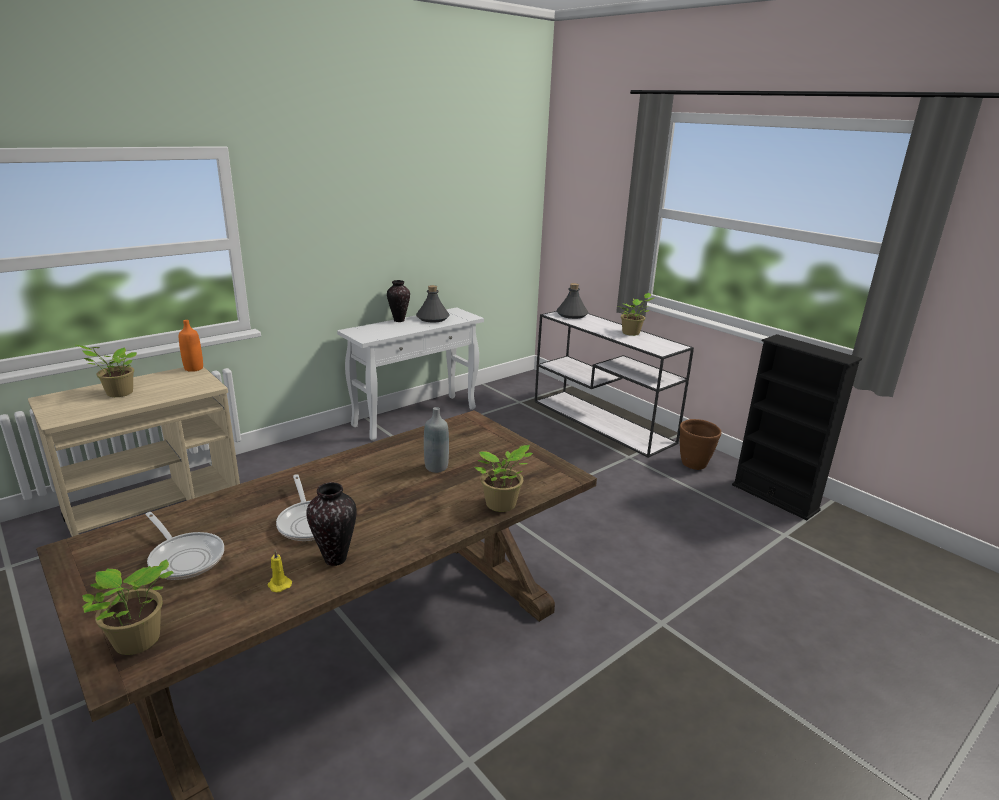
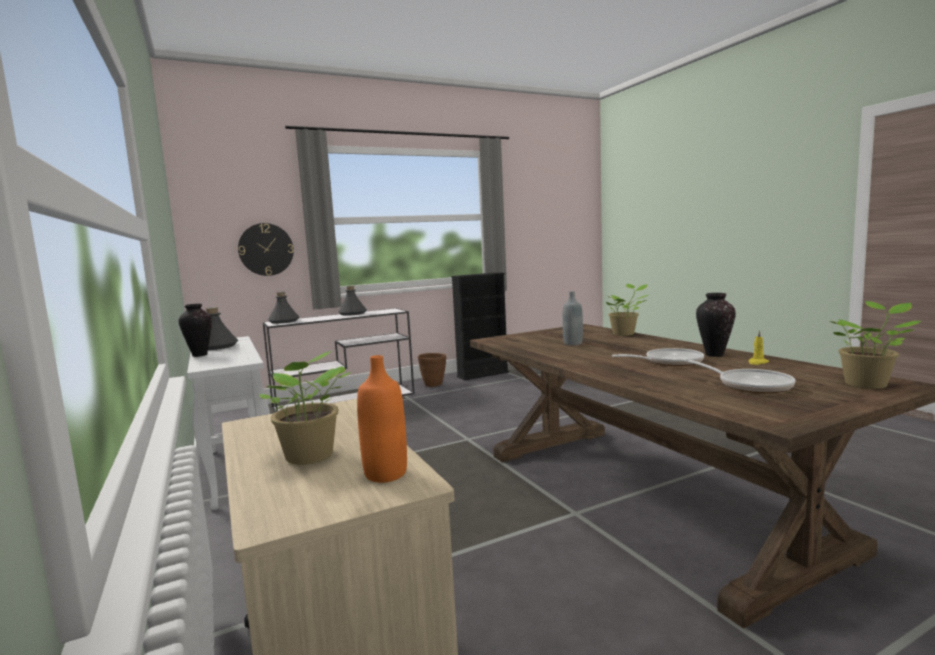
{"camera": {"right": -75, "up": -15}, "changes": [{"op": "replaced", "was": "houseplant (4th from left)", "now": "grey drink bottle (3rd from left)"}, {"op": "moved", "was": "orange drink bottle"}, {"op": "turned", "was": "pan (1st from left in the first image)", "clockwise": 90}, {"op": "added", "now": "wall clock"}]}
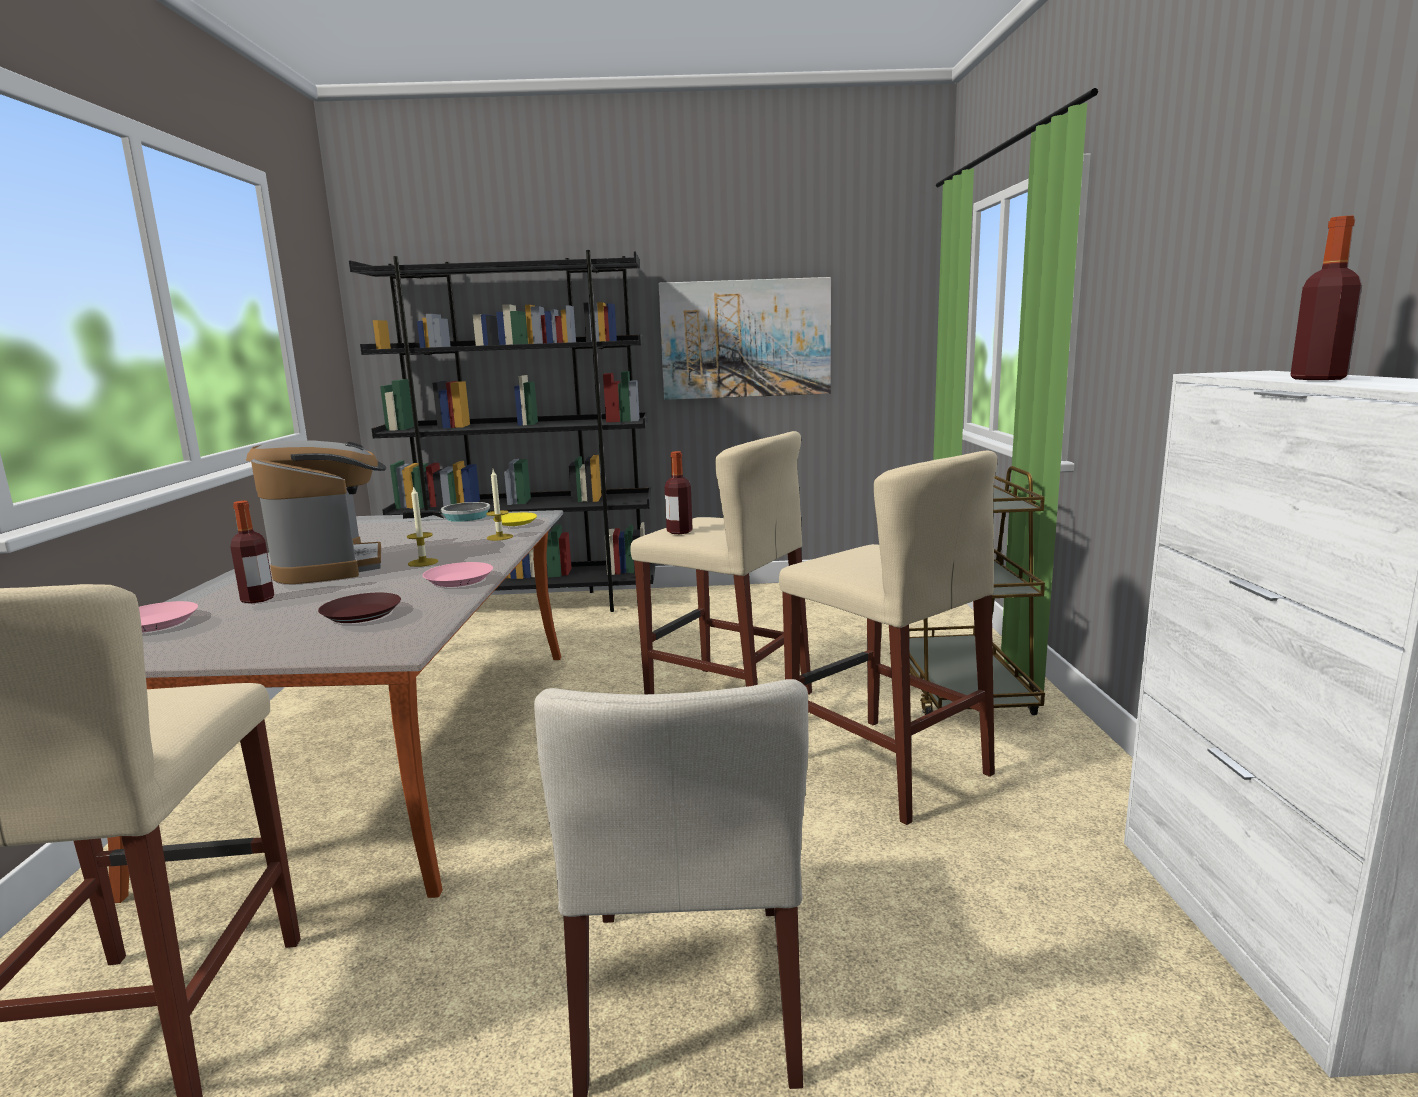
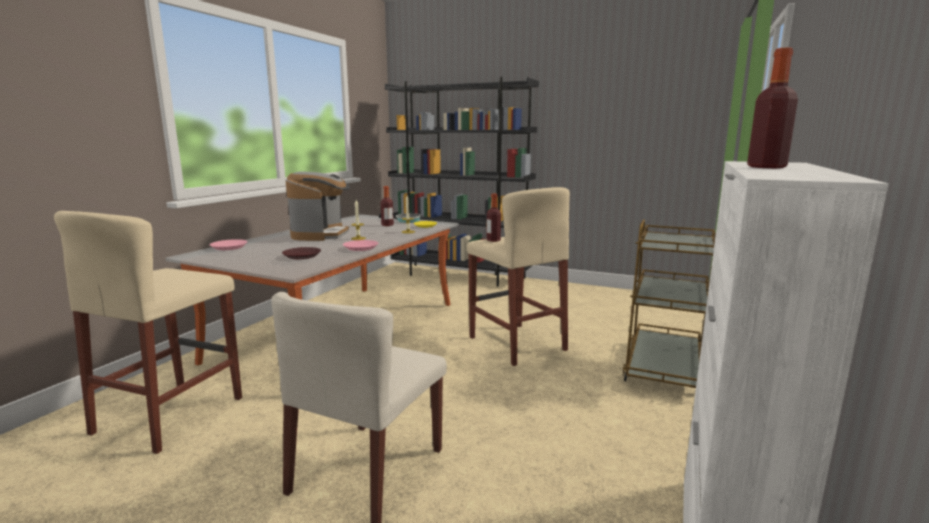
{"camera": {"right": 25, "up": 0}, "changes": [{"op": "removed", "was": "wall picture"}, {"op": "removed", "was": "sand-coloured stool (3rd from left)"}, {"op": "moved", "was": "drink bottle (1st from left)"}]}
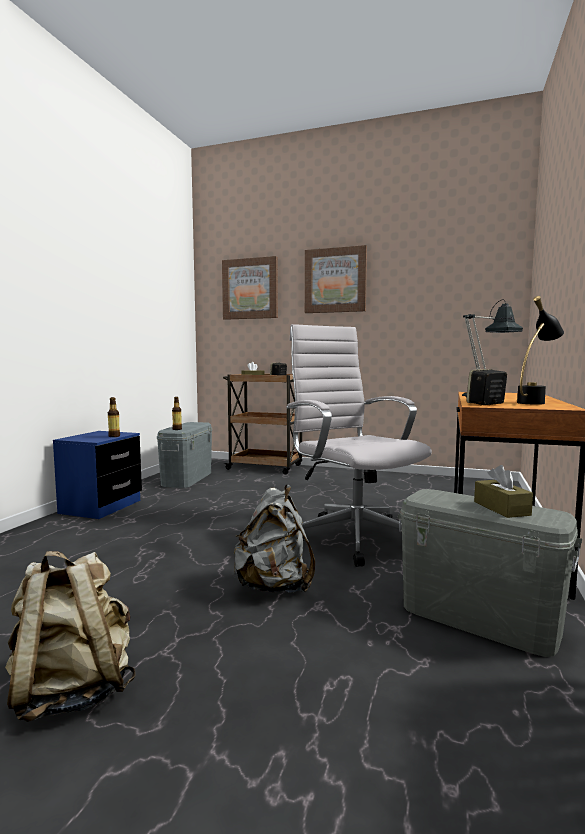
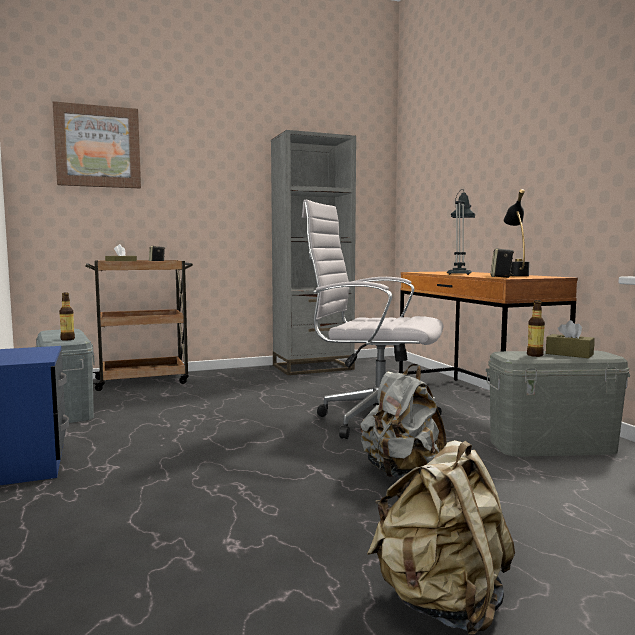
{"camera": {"right": -40, "up": 0}, "changes": [{"op": "removed", "was": "wall picture (2nd from left)"}, {"op": "moved", "was": "drink bottle (1st from left in the first image)", "now": "drink bottle (2nd from left)"}, {"op": "added", "now": "grey bookcase"}]}
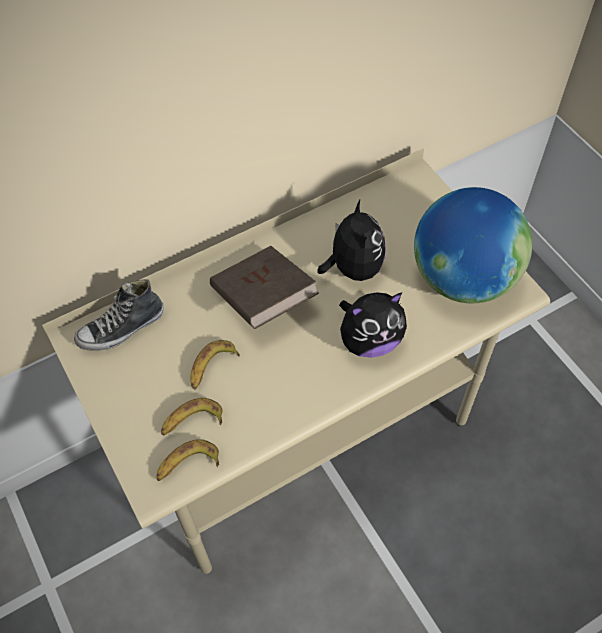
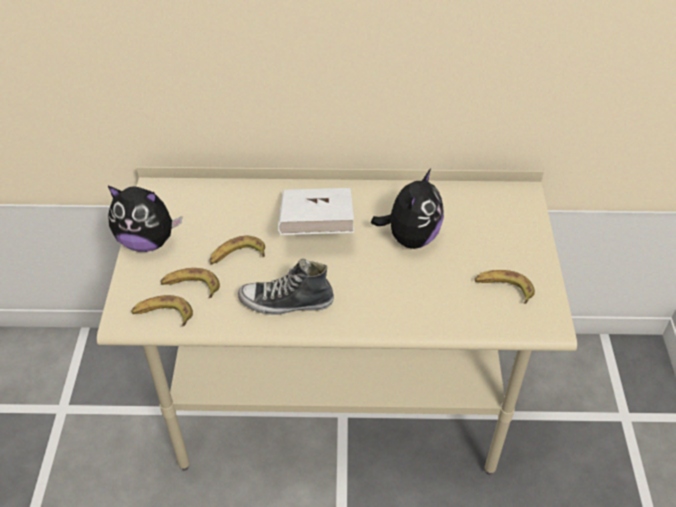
{"camera": {"right": 30, "up": -10}, "changes": [{"op": "replaced", "was": "desk globe", "now": "whole banana (4th from left)"}, {"op": "recoloured", "was": "brown book", "now": "white-coloured book"}, {"op": "moved", "was": "item of footwear"}, {"op": "moved", "was": "cuddly toy (2nd from left in the first image)", "now": "cuddly toy (1st from left)"}]}
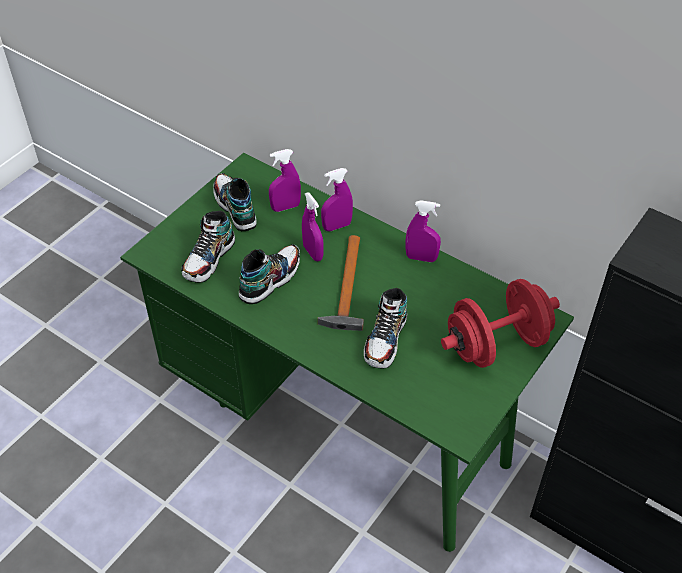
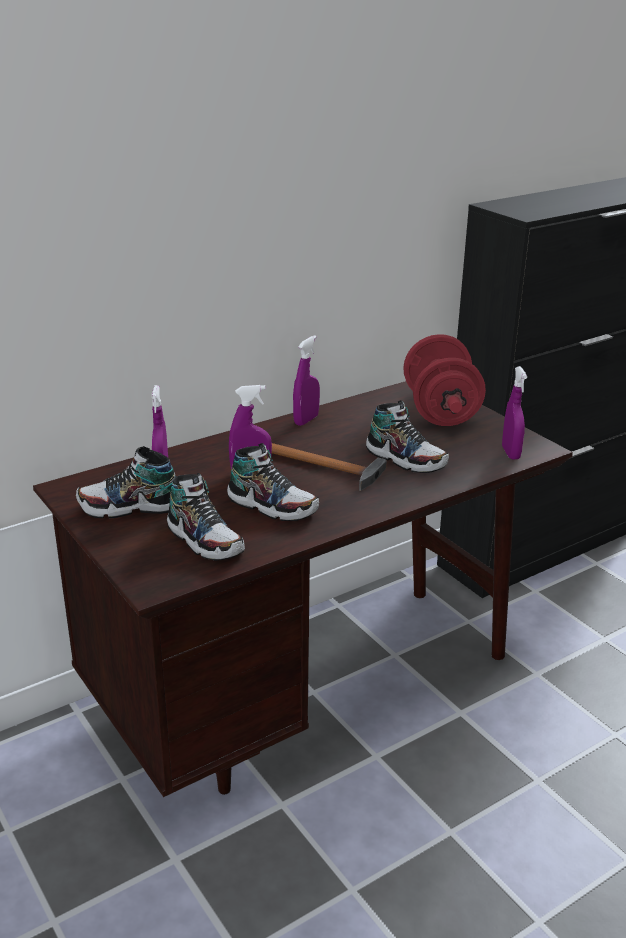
{"camera": {"right": -70, "up": -20}, "changes": [{"op": "recoloured", "was": "greenish desk", "now": "brown desk"}, {"op": "moved", "was": "purple sprayer (3rd from left in the first image)", "now": "purple sprayer (4th from left)"}, {"op": "turned", "was": "item of footwear (3rd from left)", "clockwise": 150}]}
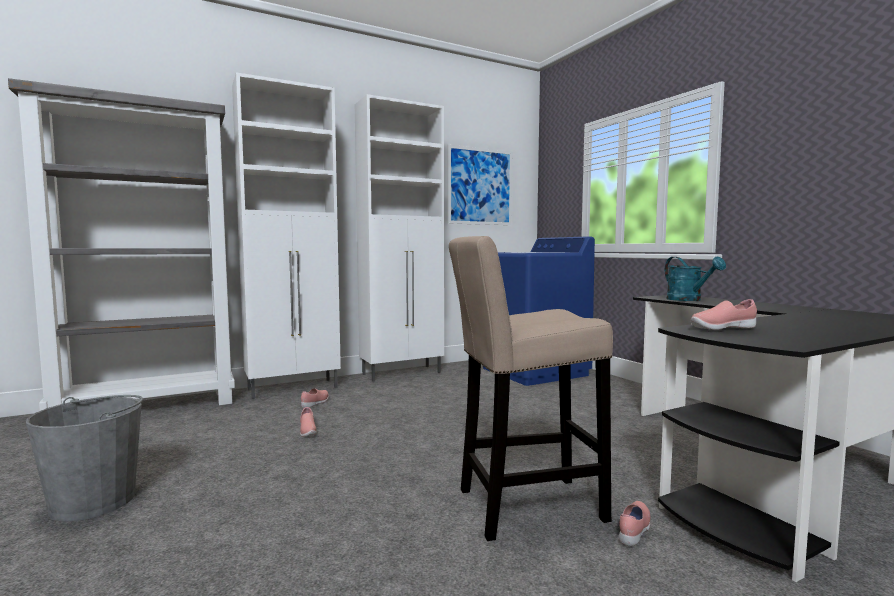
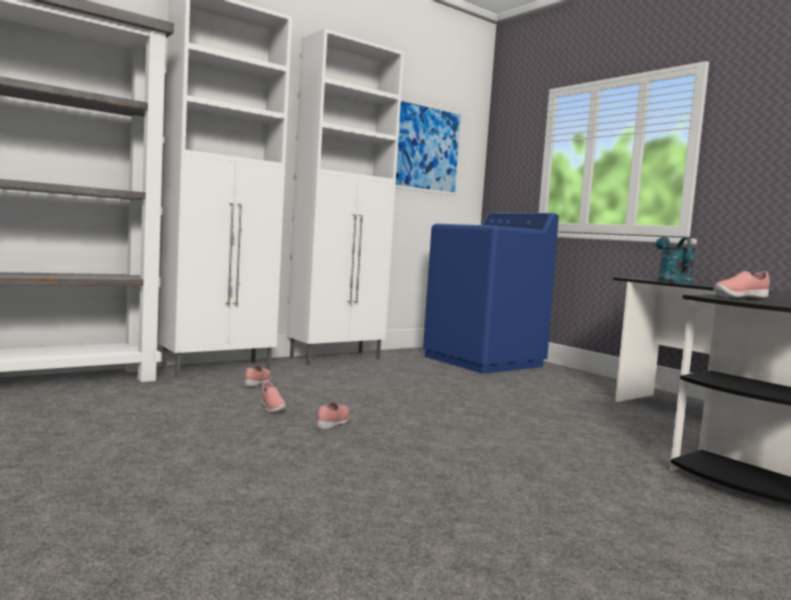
{"camera": {"right": -10, "up": 0}, "changes": [{"op": "removed", "was": "sand-coloured stool"}, {"op": "turned", "was": "blue-green sprinkling can", "clockwise": -150}, {"op": "removed", "was": "grey bucket"}, {"op": "moved", "was": "pink item of footwear (3rd from left)"}]}
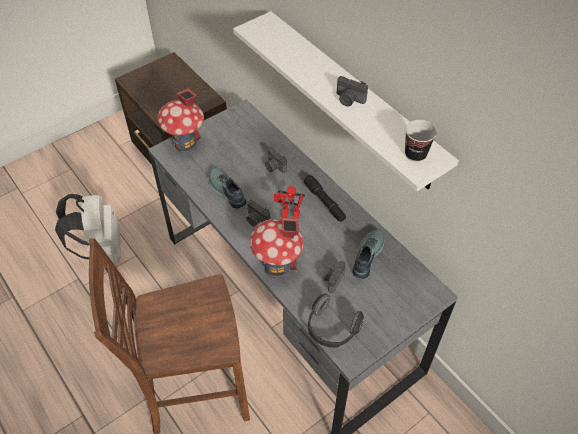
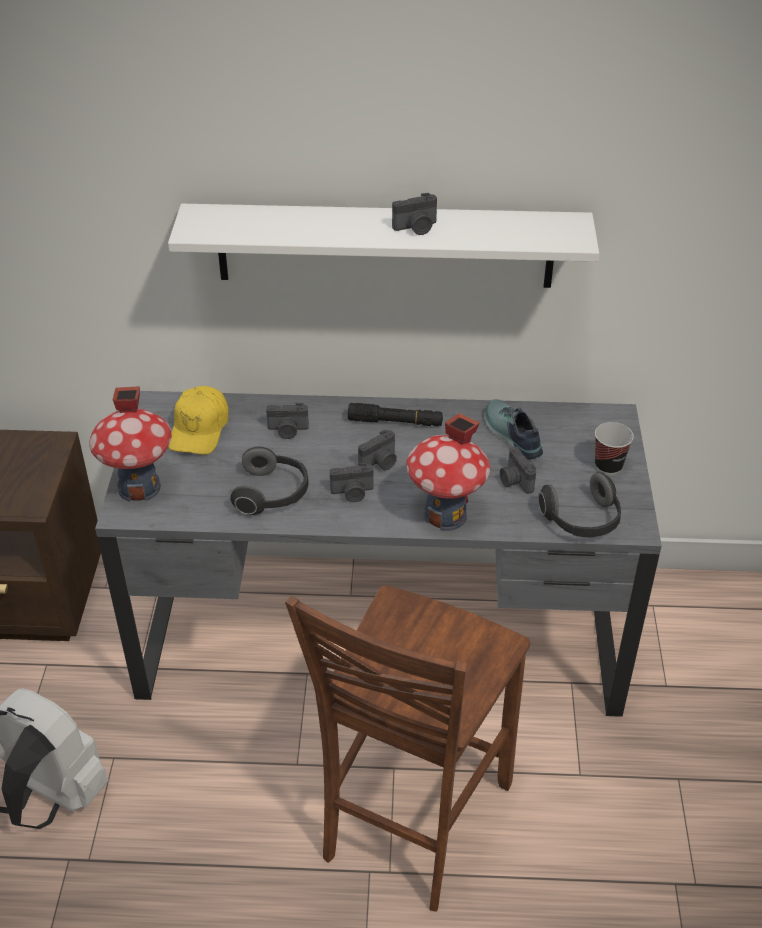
{"camera": {"right": -50, "up": -10}, "changes": [{"op": "moved", "was": "small cup"}, {"op": "replaced", "was": "item of footwear (1st from left)", "now": "headset (1st from left)"}, {"op": "replaced", "was": "toy robot", "now": "still camera (3rd from left)"}, {"op": "added", "now": "yellow peaked cap"}]}
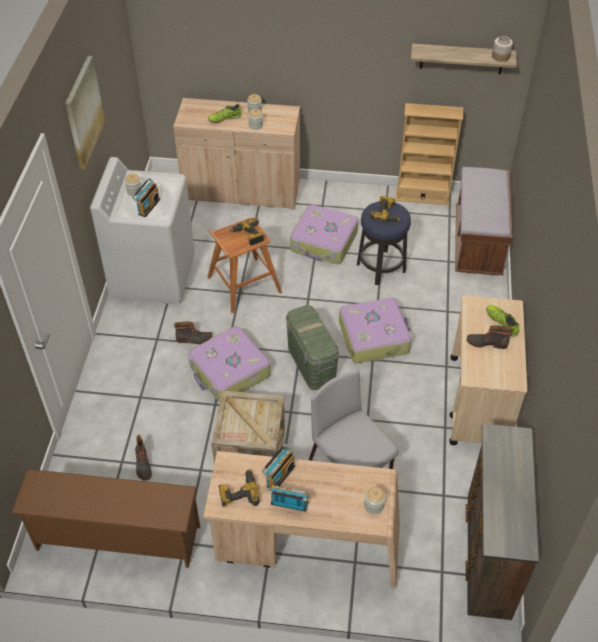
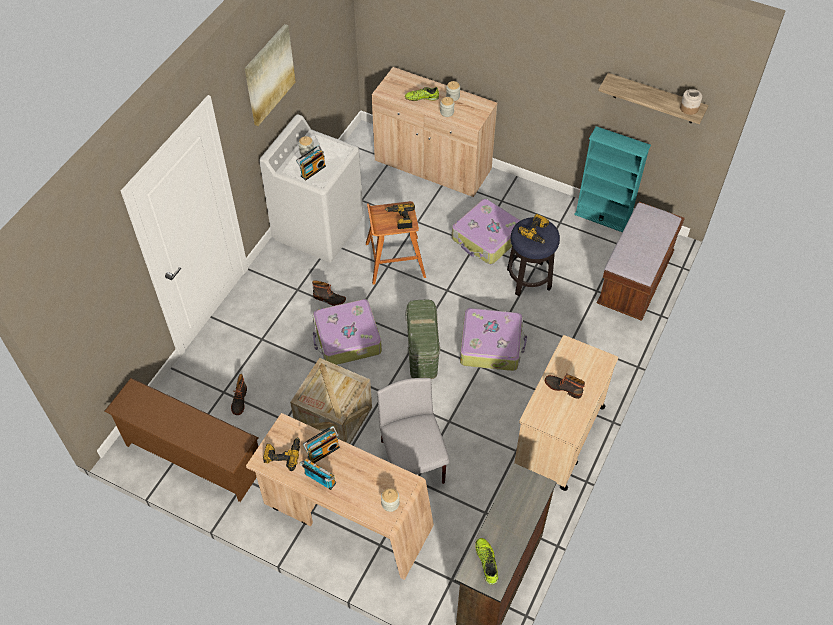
{"camera": {"right": 20, "up": 5}, "changes": [{"op": "recoloured", "was": "sand-coloured bookcase", "now": "blue-green bookcase"}, {"op": "moved", "was": "item of footwear (2nd from left)"}]}
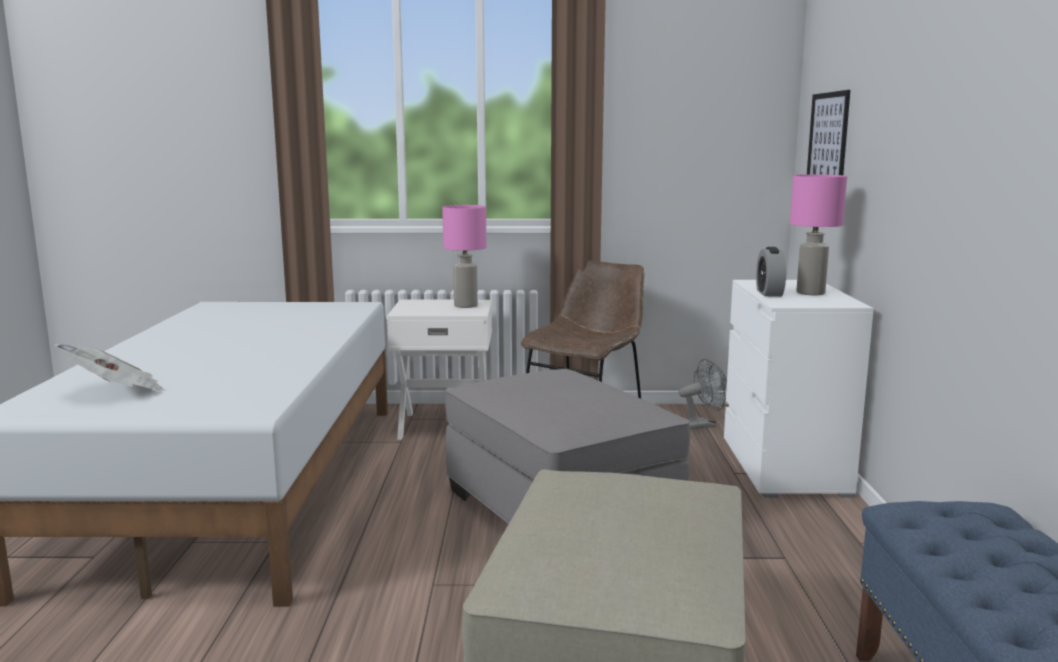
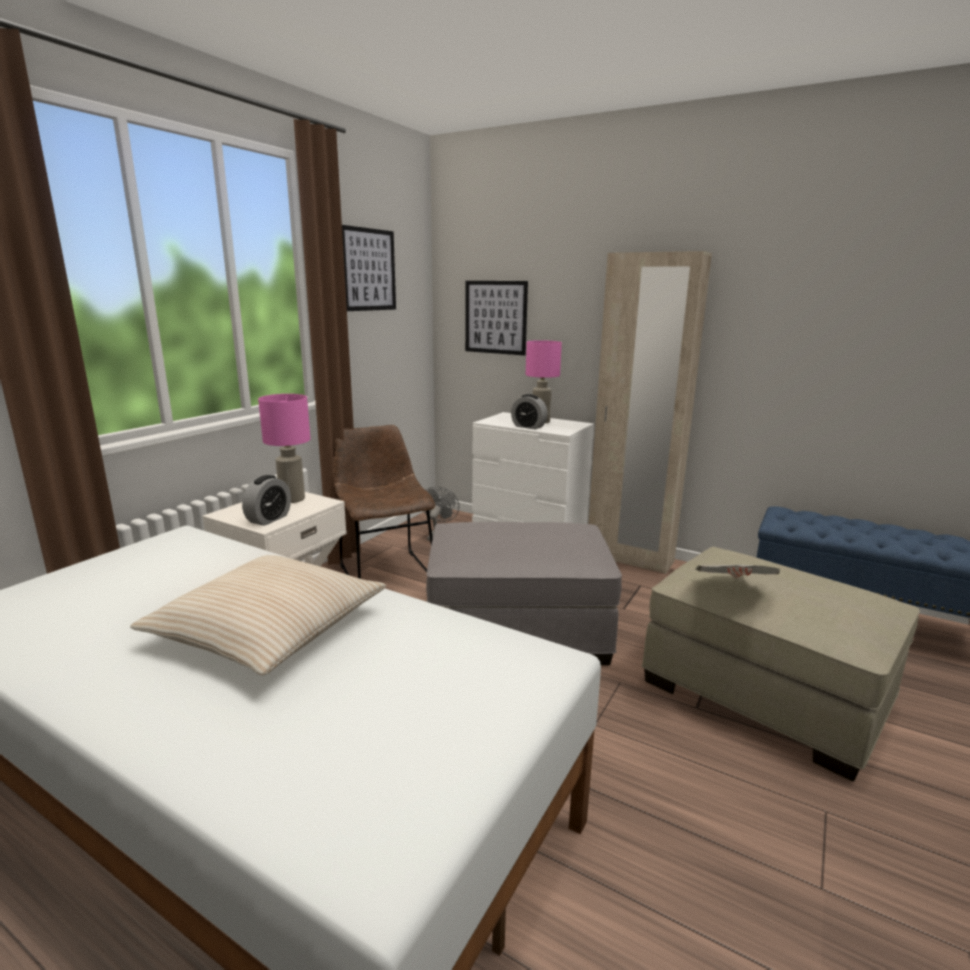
{"camera": {"right": -60, "up": 5}, "changes": [{"op": "moved", "was": "daily paper"}, {"op": "added", "now": "wall picture (1st from left)"}, {"op": "added", "now": "sand-coloured wardrobe"}, {"op": "added", "now": "bedside clock (1st from left)"}, {"op": "added", "now": "sand-coloured cushion"}]}
